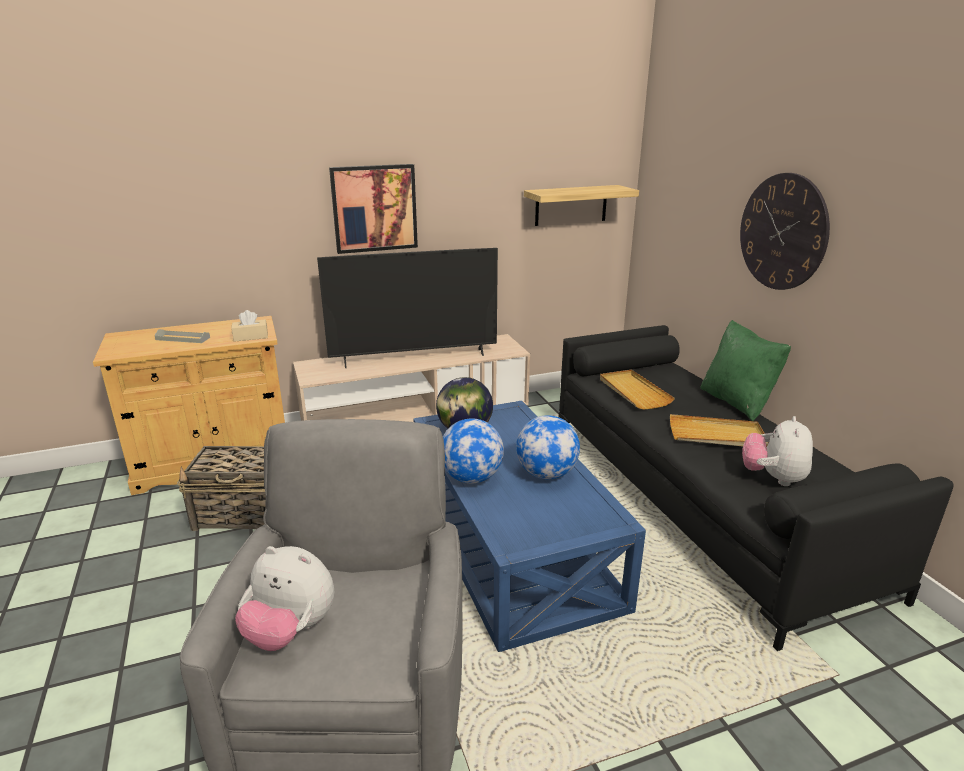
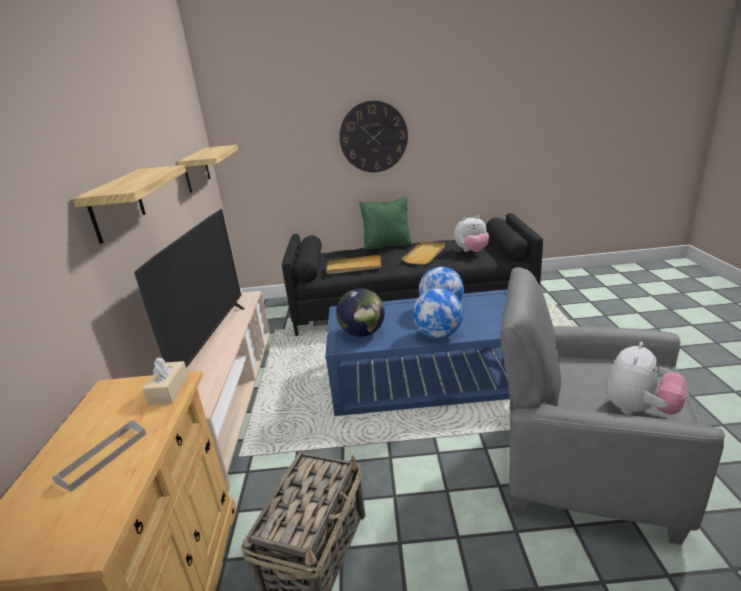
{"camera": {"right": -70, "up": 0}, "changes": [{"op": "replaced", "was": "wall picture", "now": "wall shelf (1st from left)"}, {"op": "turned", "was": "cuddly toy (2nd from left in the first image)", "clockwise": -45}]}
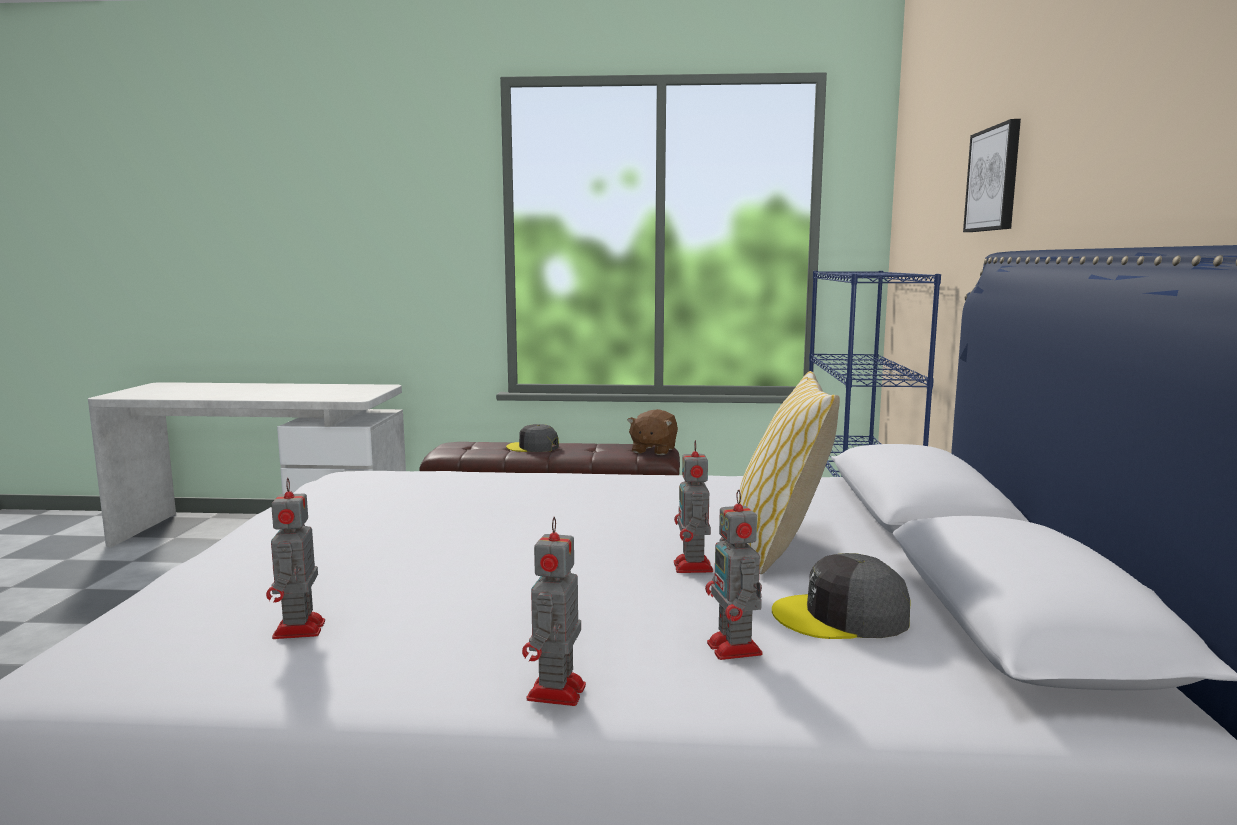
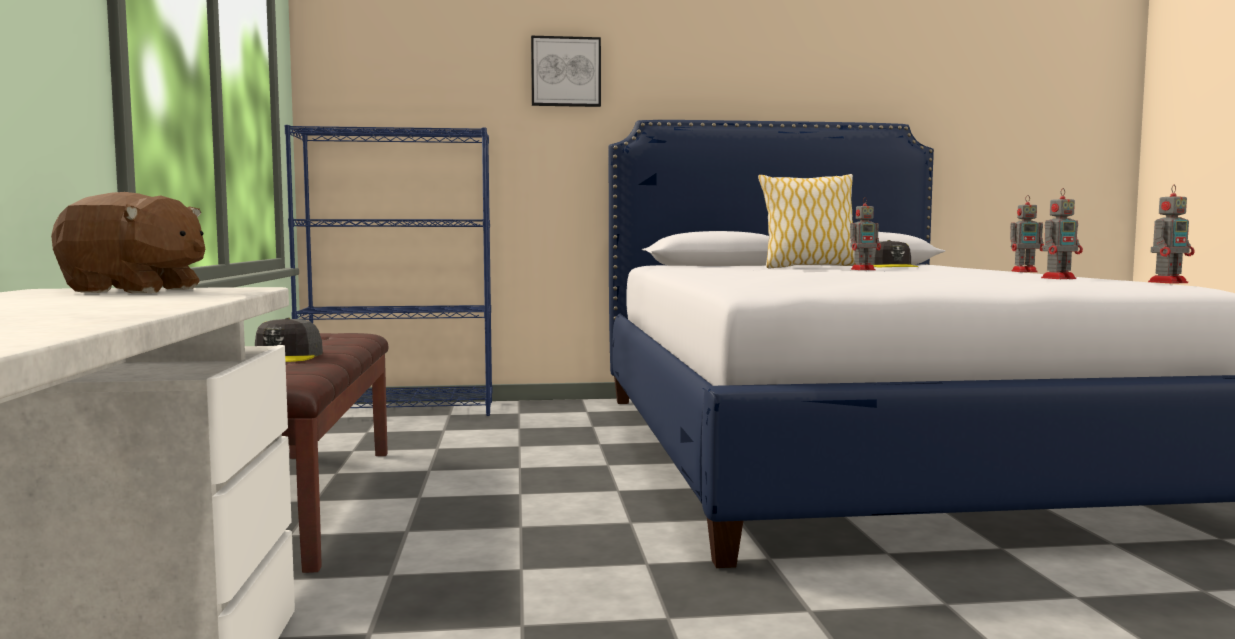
{"camera": {"right": -100, "up": -5}, "changes": [{"op": "moved", "was": "brown cuddly toy"}, {"op": "moved", "was": "toy robot (4th from left)"}]}
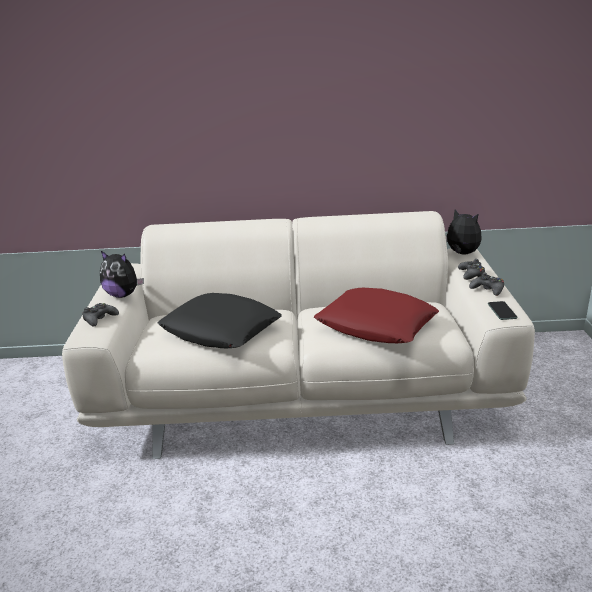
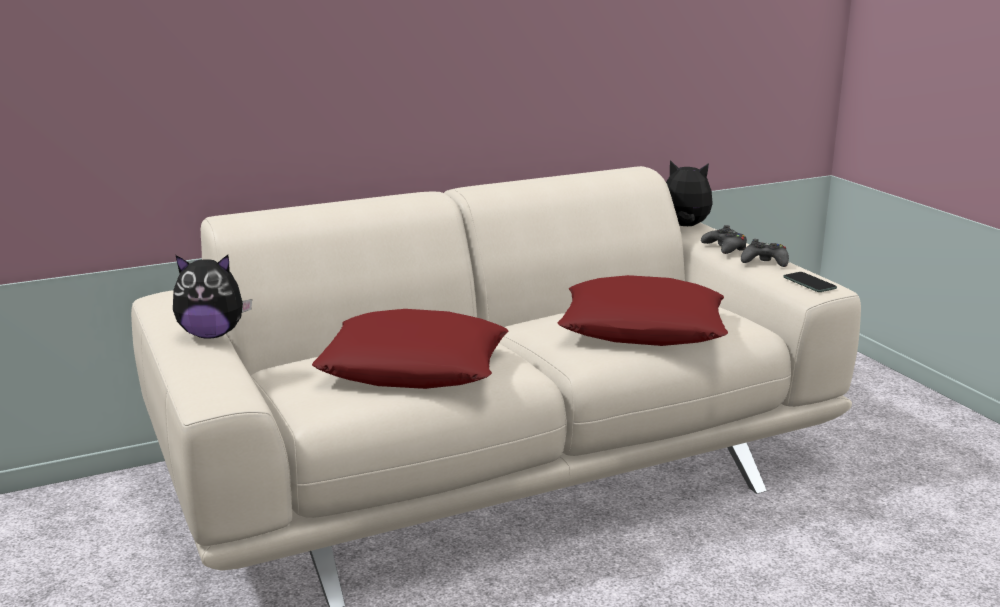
{"camera": {"right": -25, "up": -5}, "changes": [{"op": "recoloured", "was": "blackish cushion", "now": "red cushion (1st from left)"}, {"op": "removed", "was": "blackish gamepad (1st from left)"}]}
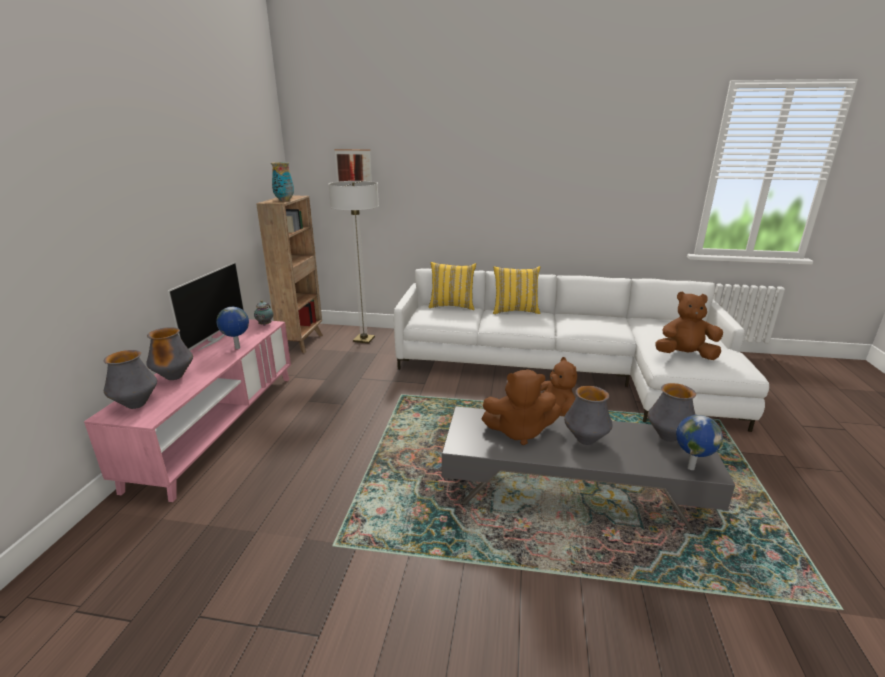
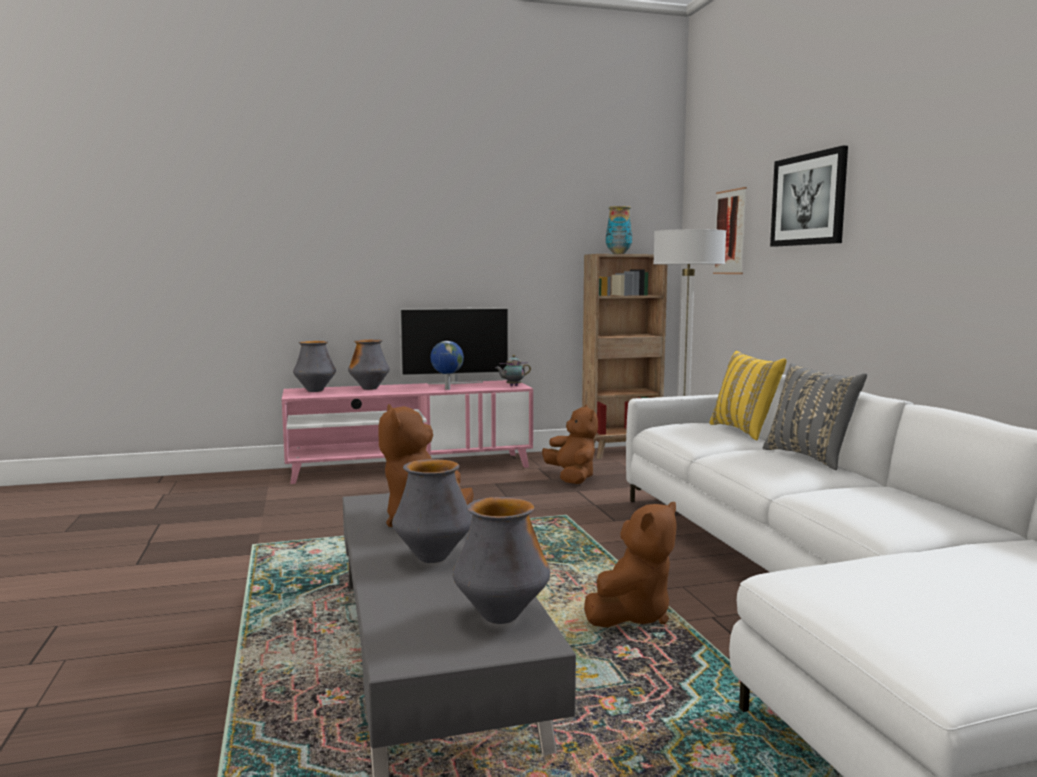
{"camera": {"right": 65, "up": -15}, "changes": [{"op": "recoloured", "was": "yellow cushion (2nd from left)", "now": "grey cushion"}, {"op": "moved", "was": "brown cuddly toy (3rd from left in the first image)", "now": "brown cuddly toy (2nd from left)"}, {"op": "removed", "was": "desk globe (2nd from left)"}, {"op": "added", "now": "wall picture (2nd from left)"}]}
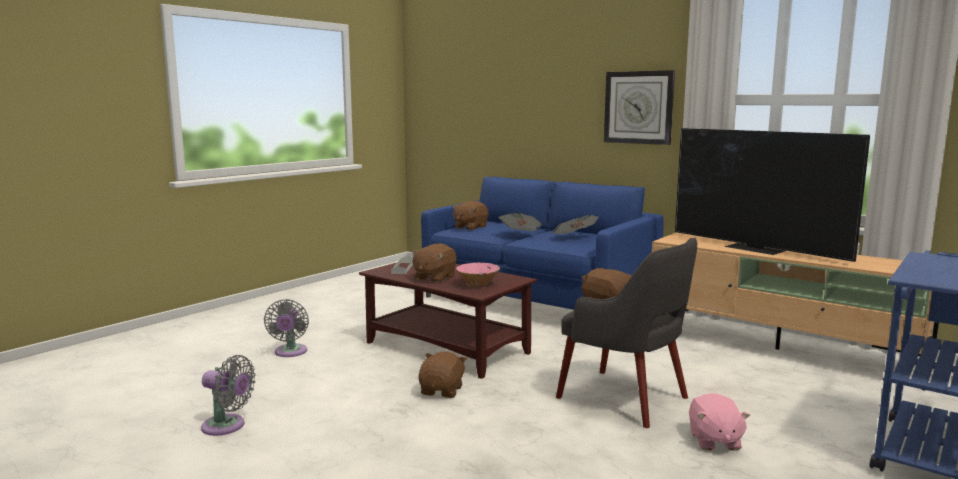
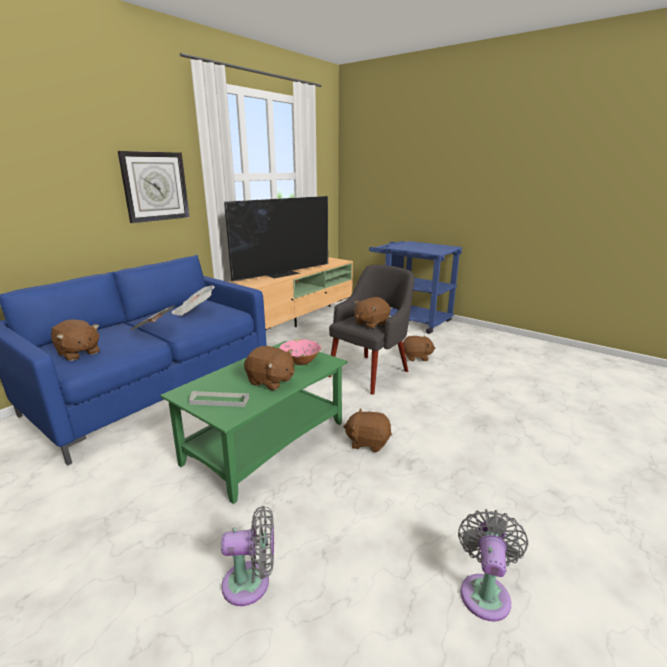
{"camera": {"right": -90, "up": 10}, "changes": [{"op": "recoloured", "was": "brown lounge table", "now": "greenish lounge table"}, {"op": "recoloured", "was": "pink cuddly toy", "now": "brown cuddly toy (5th from left)"}]}
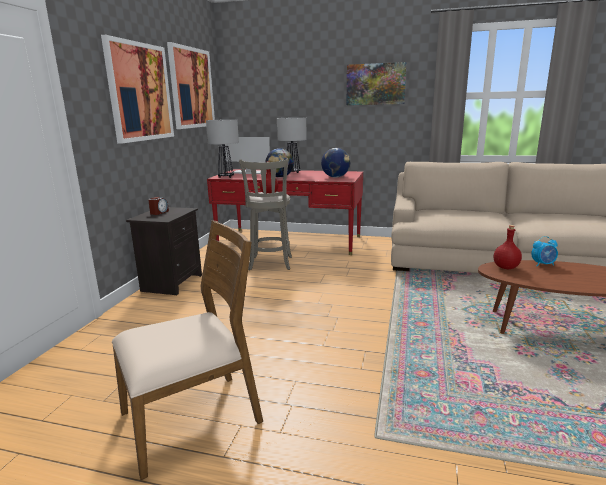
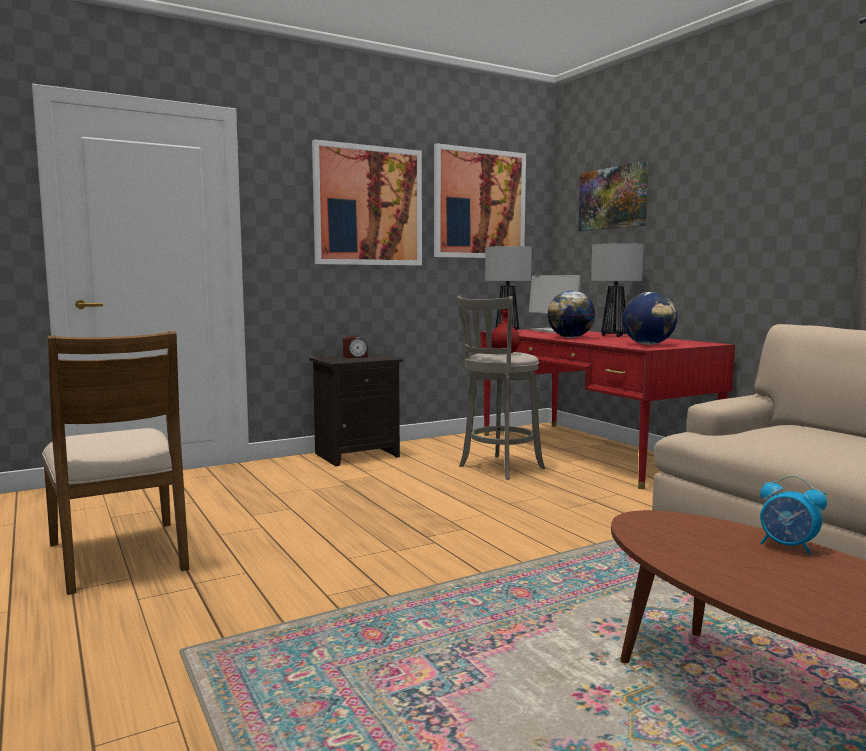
{"camera": {"right": 45, "up": -10}, "changes": [{"op": "moved", "was": "wall picture (3rd from left)"}, {"op": "turned", "was": "brown plain chair", "clockwise": 45}, {"op": "removed", "was": "red drink bottle (2nd from left)"}]}
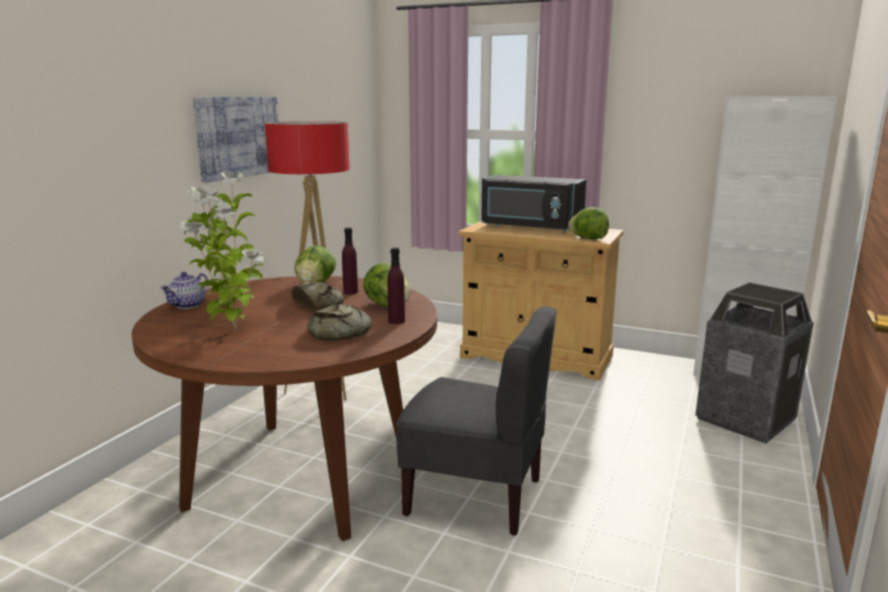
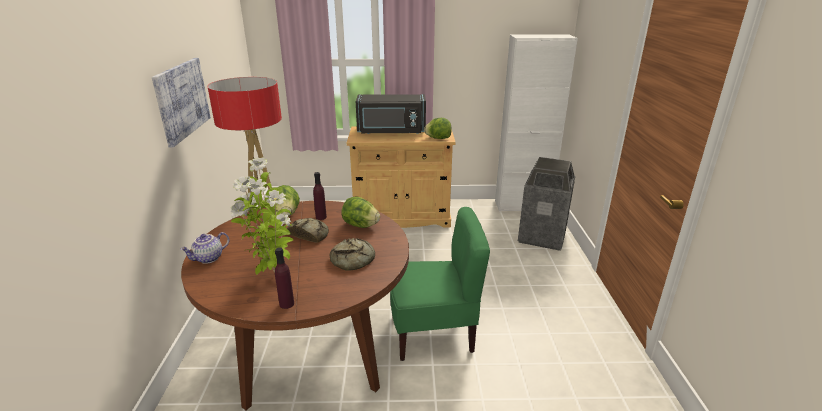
{"camera": {"right": -25, "up": 10}, "changes": [{"op": "moved", "was": "purple drink bottle (2nd from left in the first image)", "now": "purple drink bottle (1st from left)"}, {"op": "turned", "was": "pot for tea", "clockwise": 45}, {"op": "recoloured", "was": "grey plain chair", "now": "greenish plain chair"}]}
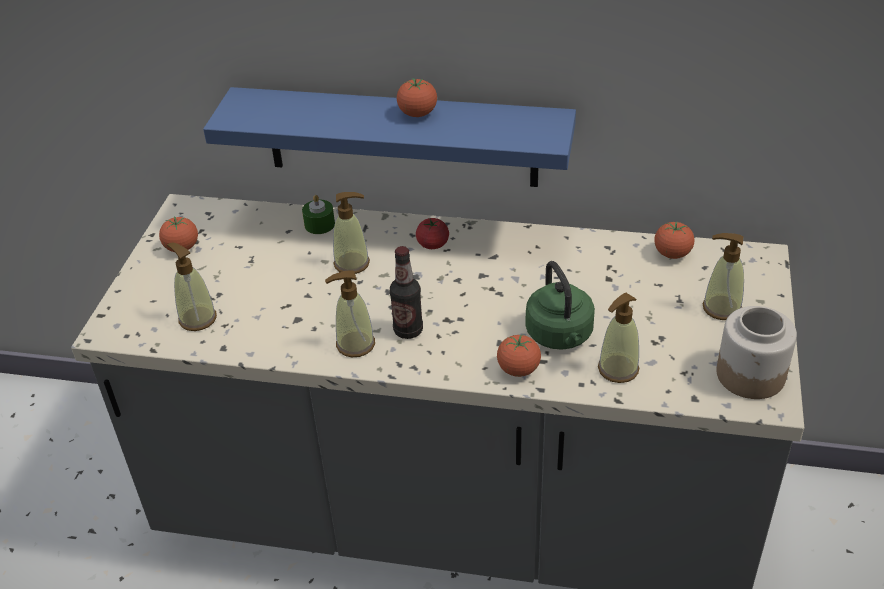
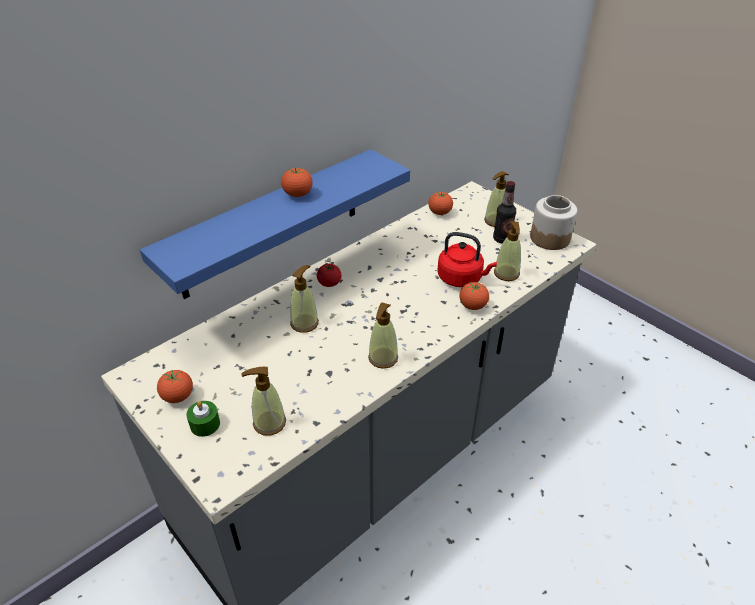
{"camera": {"right": -55, "up": 0}, "changes": [{"op": "moved", "was": "greenish candle"}, {"op": "moved", "was": "drink bottle"}, {"op": "recoloured", "was": "greenish tea kettle", "now": "red tea kettle"}]}
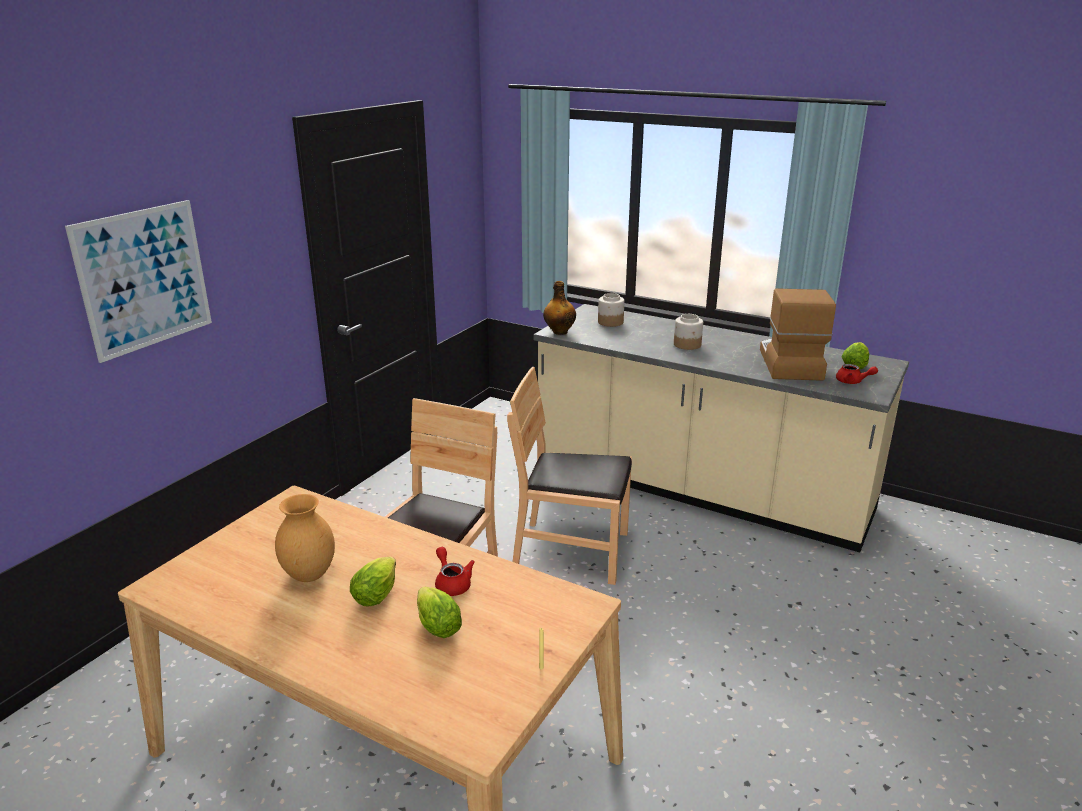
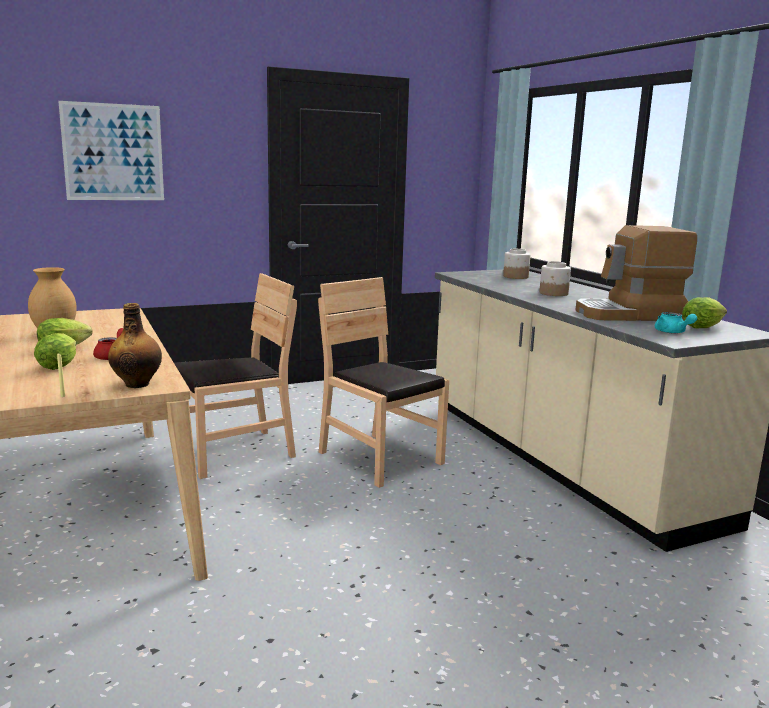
{"camera": {"right": 35, "up": -10}, "changes": [{"op": "moved", "was": "drink bottle"}, {"op": "turned", "was": "coffee brewer", "clockwise": -135}, {"op": "recoloured", "was": "red pot for tea (2nd from left)", "now": "blue-green pot for tea"}]}
